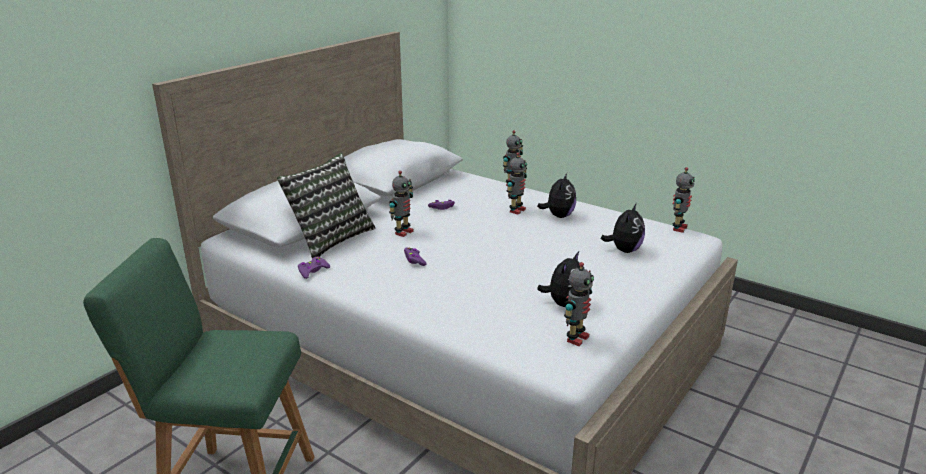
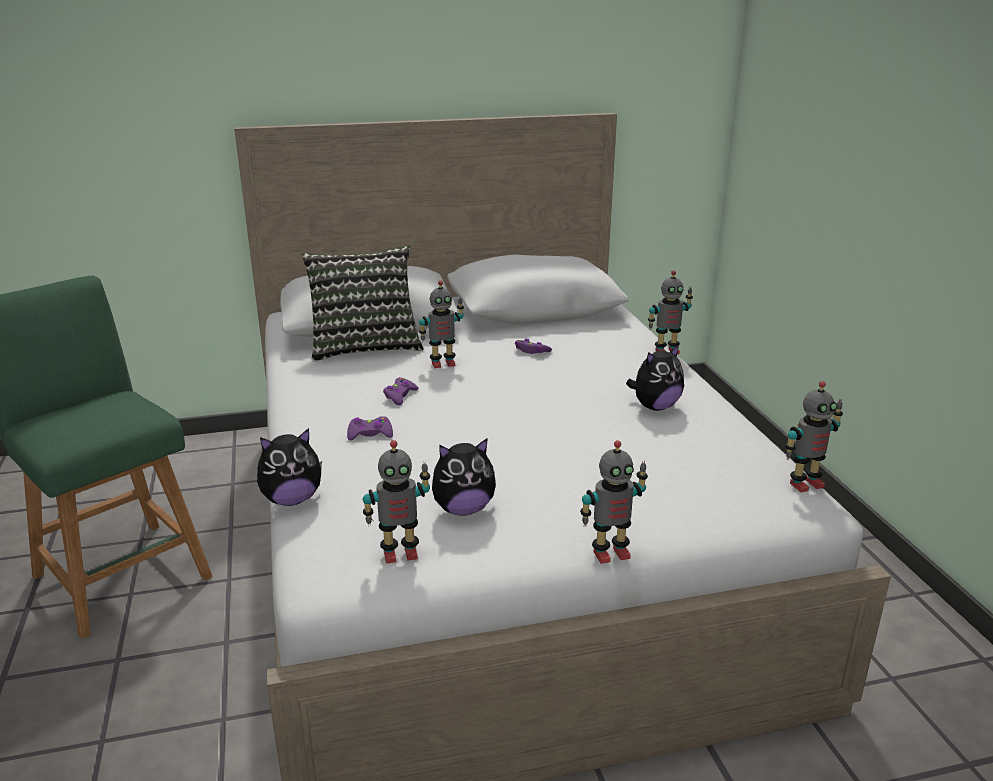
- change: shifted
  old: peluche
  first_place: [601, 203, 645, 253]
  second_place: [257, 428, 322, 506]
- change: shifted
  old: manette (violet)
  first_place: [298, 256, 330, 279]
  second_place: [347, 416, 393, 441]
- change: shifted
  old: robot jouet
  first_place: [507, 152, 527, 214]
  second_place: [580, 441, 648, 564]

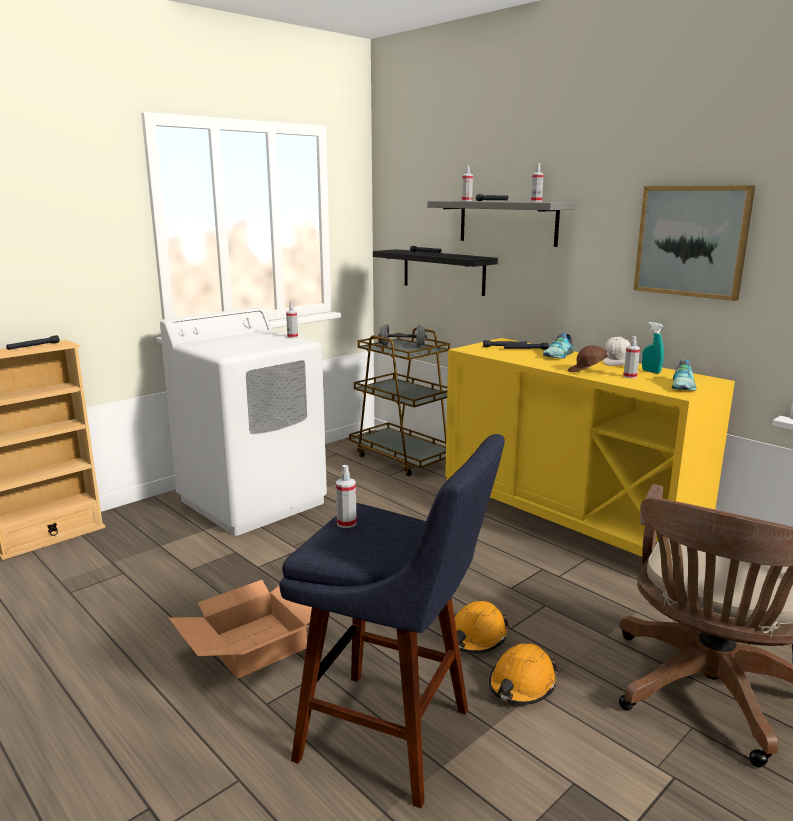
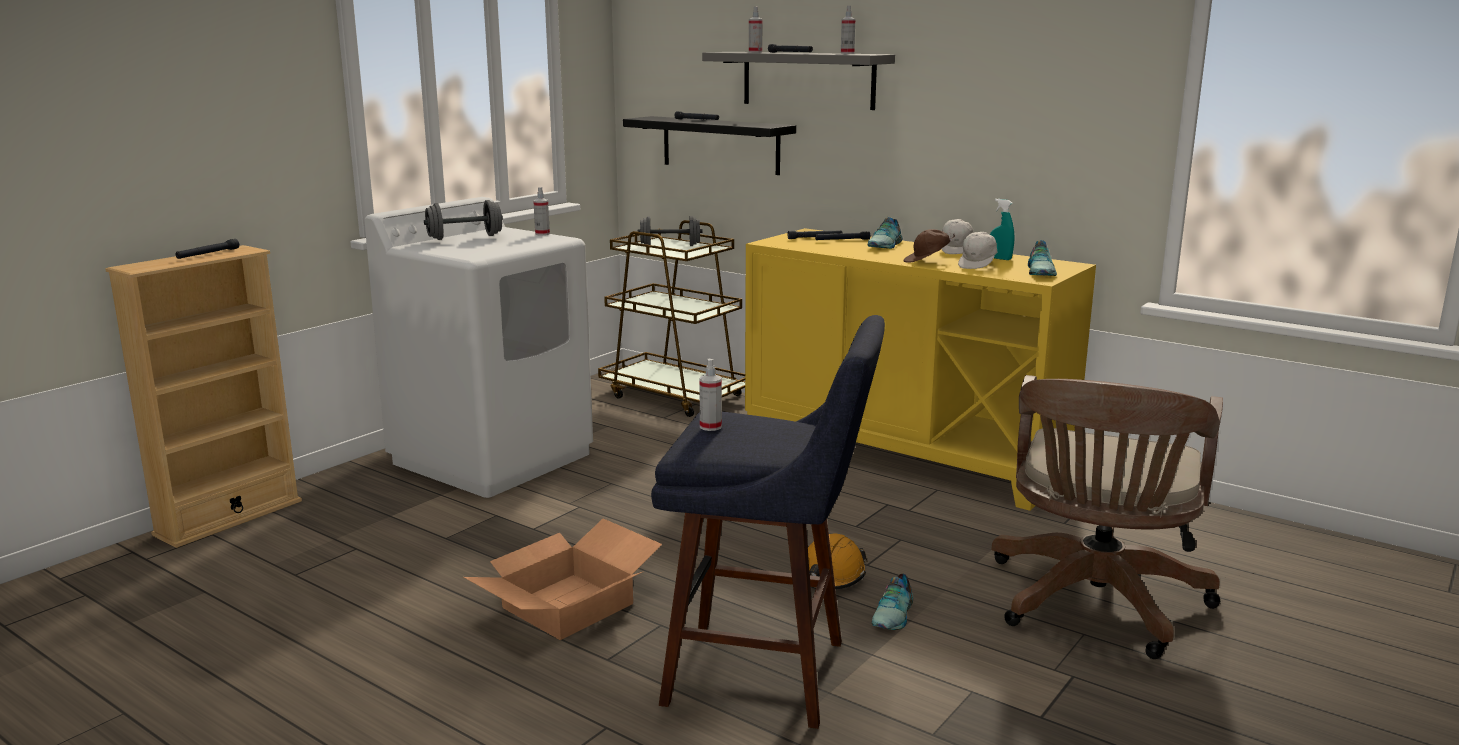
- change: new
  new: haltère (gris)
  second_place: [424, 200, 503, 240]
- change: swapped
  old: casque de chantier (orange)
  new: chaussure
  first_place: [489, 643, 558, 705]
  second_place: [872, 573, 914, 630]
- change: swapped
  old: vaporisateur
  new: casquette (blanc)
  first_place: [623, 336, 640, 379]
  second_place: [958, 232, 998, 269]
- change: gone
  old: tableau
  first_place: [633, 186, 755, 301]

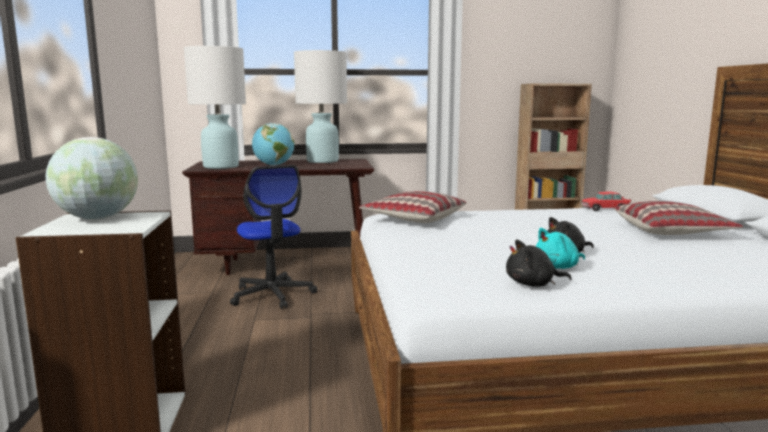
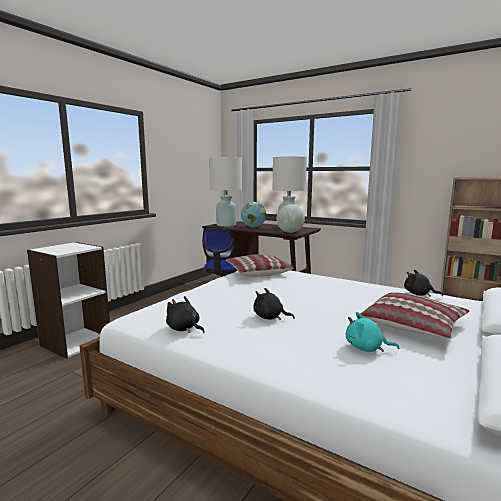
- change: shifted
  old: globe
  first_place: [46, 137, 138, 219]
  second_place: [276, 204, 305, 233]
- change: shifted
  old: peluche (turquoise)
  first_place: [536, 228, 585, 269]
  second_place: [346, 312, 399, 352]
- change: swapped
  old: petite voiture
  new: peluche (noir)
  first_place: [582, 191, 631, 211]
  second_place: [404, 270, 443, 297]

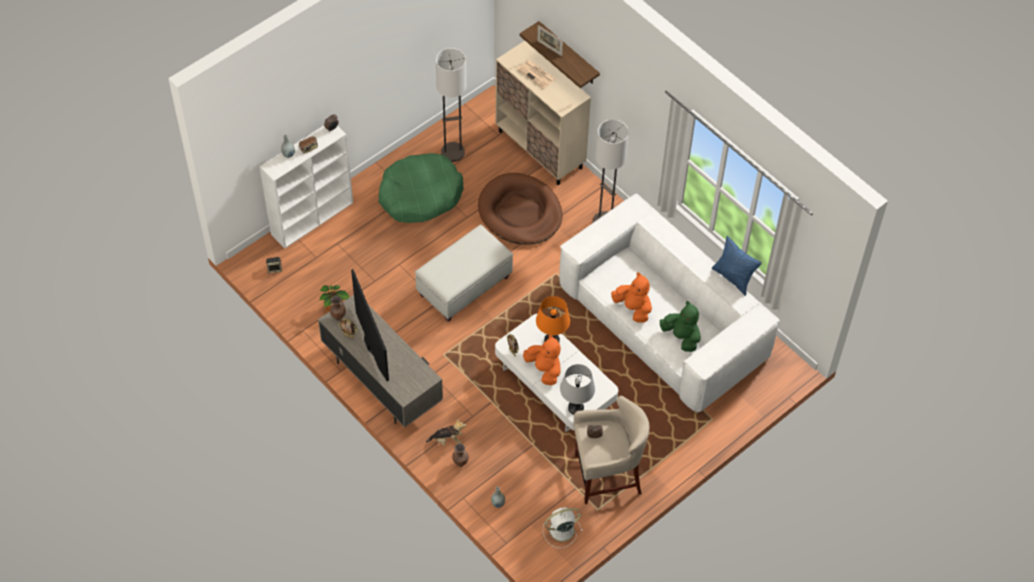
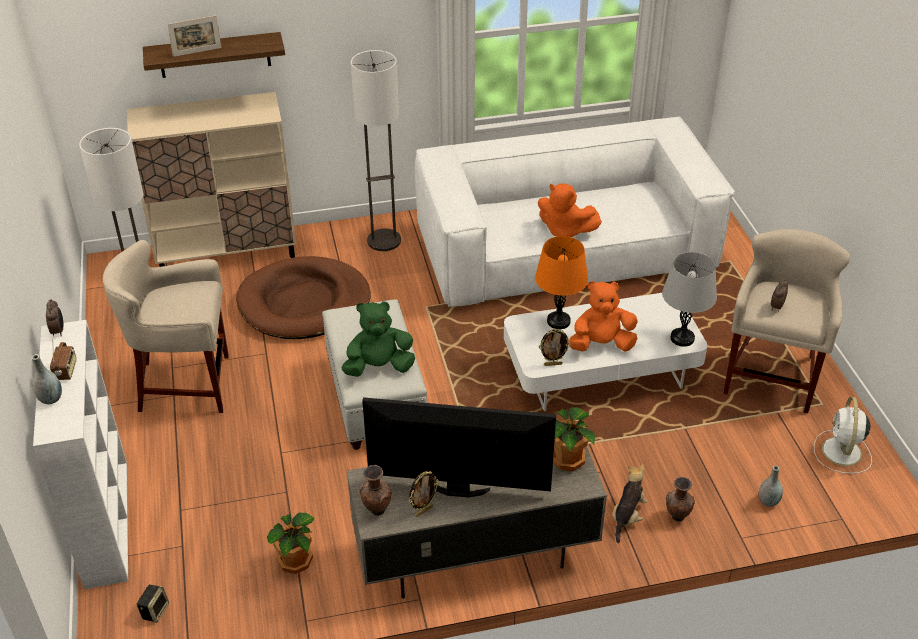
- change: swapped
  old: panier pour chien (vert)
  new: tabouret (beige)
  first_place: [379, 153, 464, 223]
  second_place: [103, 240, 229, 413]
- change: shifted
  old: peluche (vert)
  first_place: [660, 301, 701, 352]
  second_place: [341, 301, 415, 377]
- change: rotated
  old: peluche (orange)
  first_place: [611, 272, 652, 323]
  second_place: [538, 184, 602, 237]
  degrees: -135
- change: new
  new: plante en pot
  second_place: [553, 407, 595, 471]
- change: gone
  old: journal
  first_place: [517, 60, 556, 89]
- change: gone
  old: coussin (bleu)
  first_place: [712, 236, 762, 296]

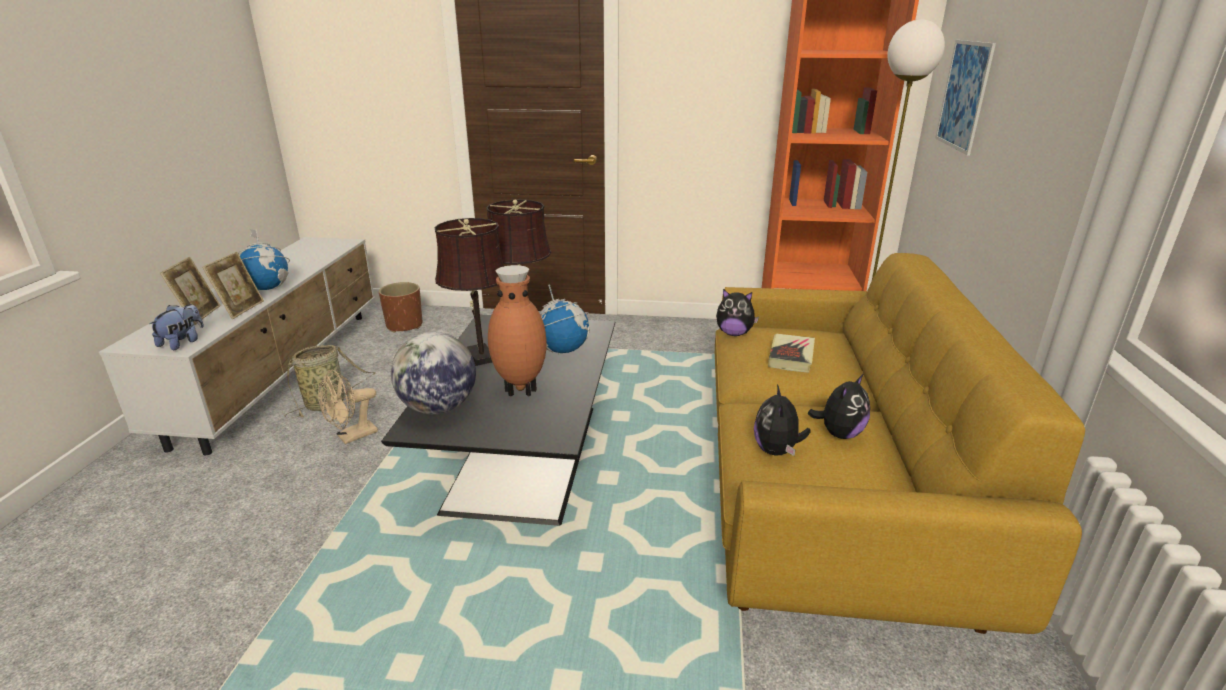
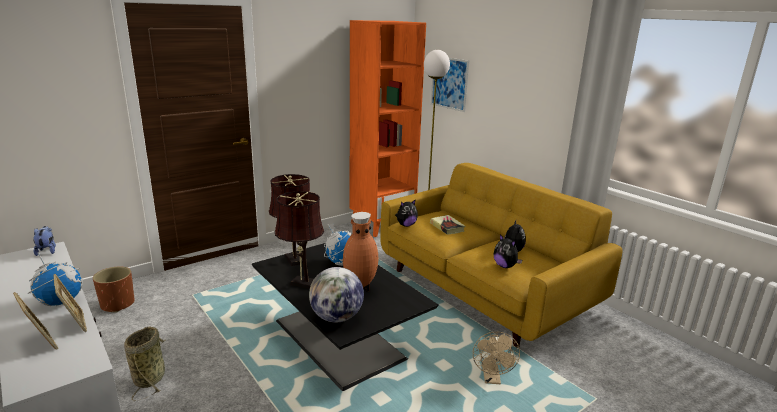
- change: shifted
  old: peluche
  first_place: [149, 304, 204, 350]
  second_place: [33, 226, 56, 256]
- change: shifted
  old: ventilateur (beige)
  first_place: [318, 370, 378, 444]
  second_place: [473, 332, 520, 384]

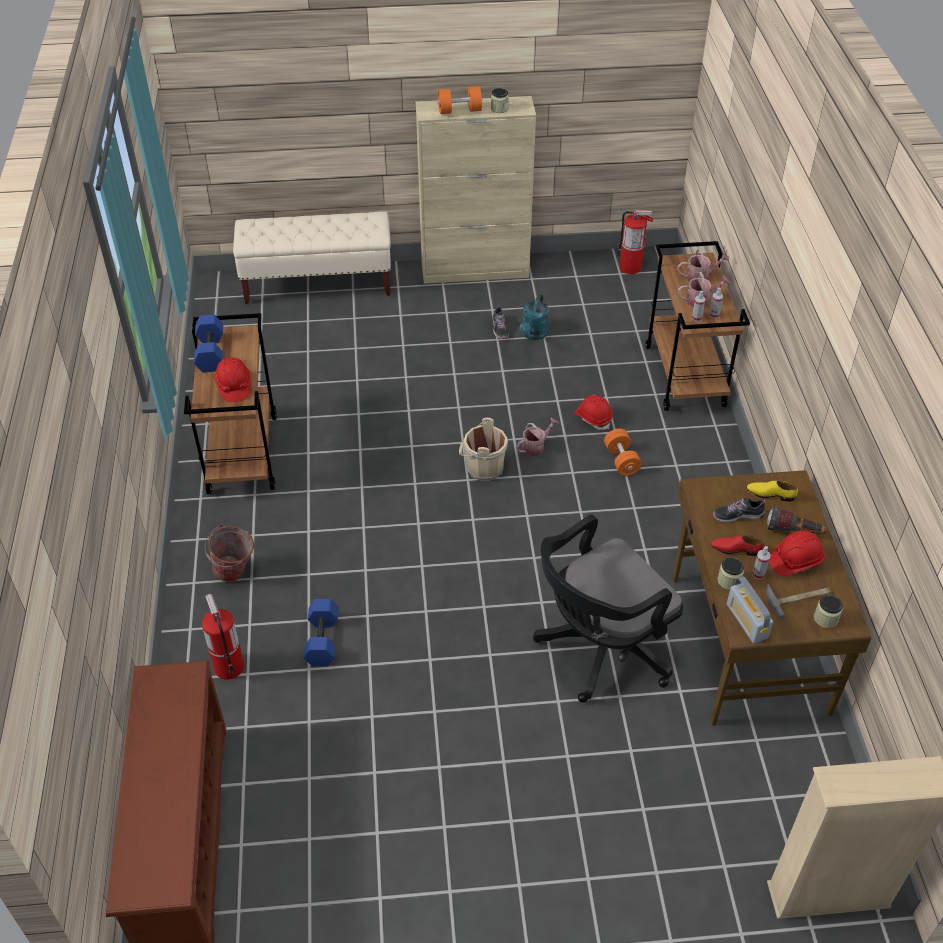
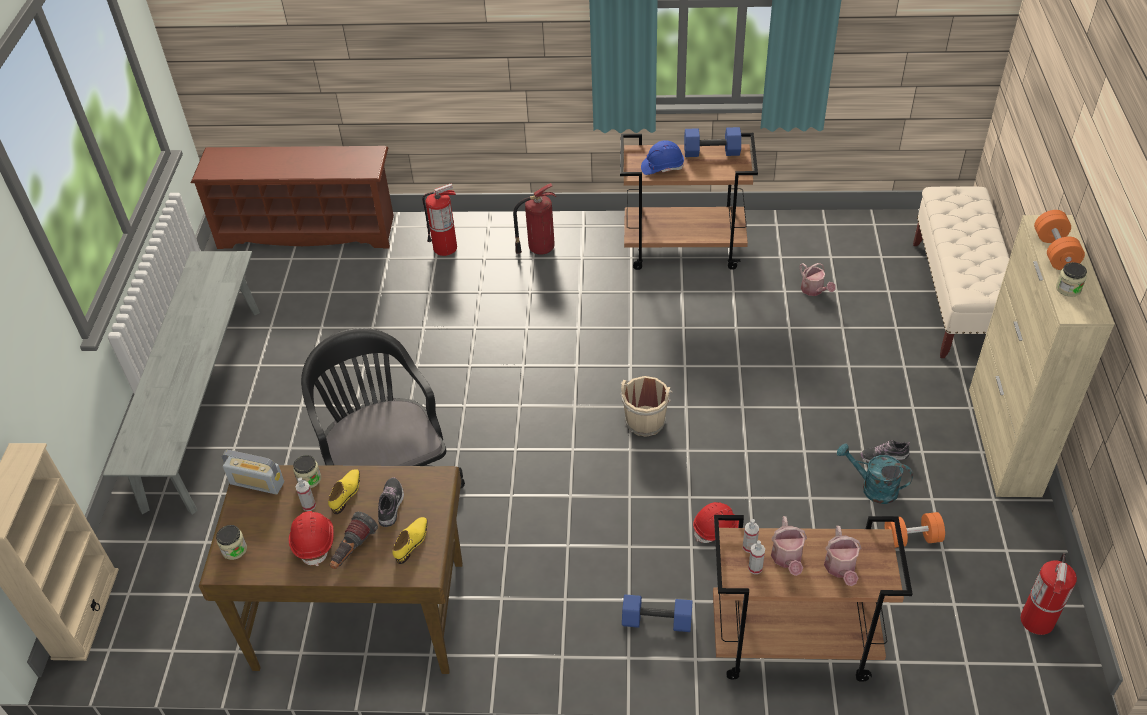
- change: new
  new: banc (gris)
  second_place: [103, 251, 260, 515]
- change: rotated
  old: radio
  first_place: [727, 576, 773, 644]
  second_place: [222, 450, 284, 495]
  degrees: -150
- change: repainted
  old: chaussure (rouge)
  new: chaussure (jaune)
  first_place: [711, 535, 764, 556]
  second_place: [328, 469, 360, 514]
- change: swapped
  old: seau
  new: extincteur
  first_place: [205, 524, 254, 582]
  second_place: [513, 183, 556, 255]
- change: shifted
  old: haltère (bleu)
  first_place: [304, 599, 339, 666]
  second_place: [622, 594, 693, 632]
- change: repainted
  old: casque de chantier (rouge)
  new: casque de chantier (bleu)
  first_place: [214, 357, 251, 402]
  second_place: [641, 140, 684, 175]
- change: shifted
  old: arrosoir
  first_place: [516, 418, 558, 457]
  second_place: [800, 263, 836, 296]
- change: shifted
  old: haltère (orange)
  first_place: [604, 429, 642, 476]
  second_place: [885, 512, 945, 548]
- change: gone
  old: marteau
  first_place: [766, 585, 831, 619]

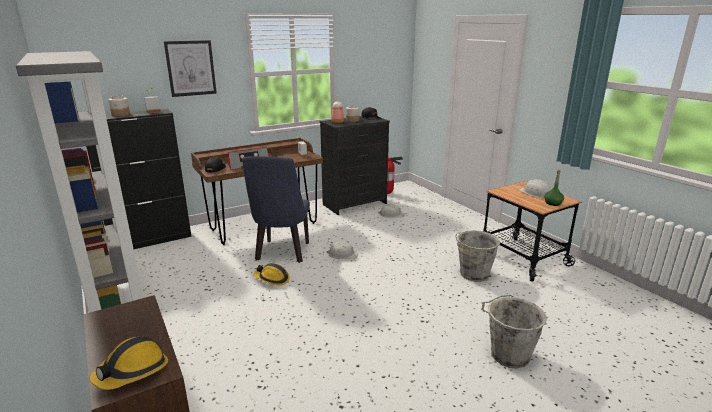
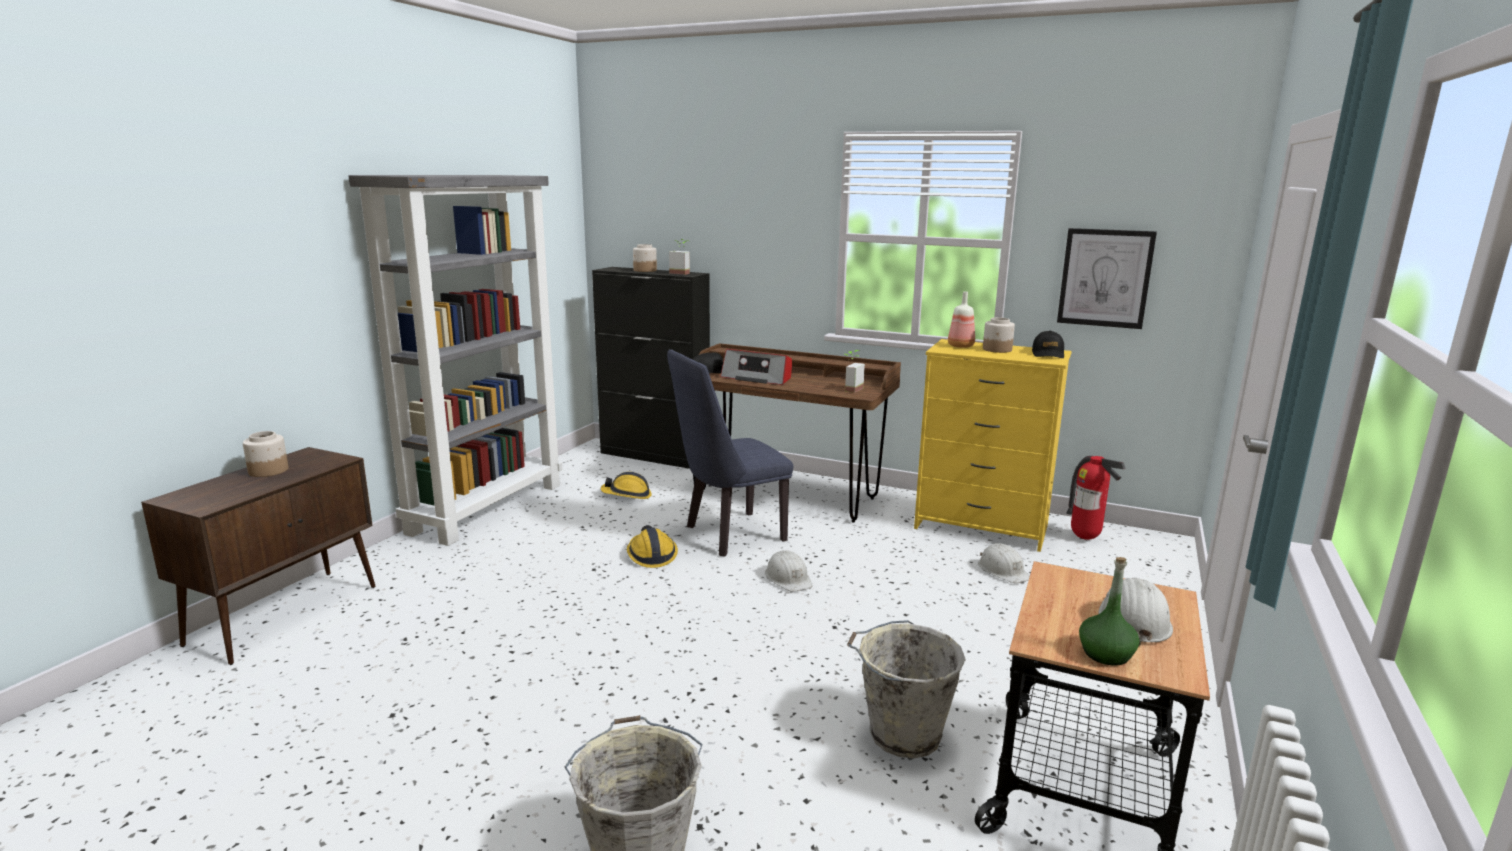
- change: new
  new: bocal
  second_place: [243, 431, 288, 477]
- change: shifted
  old: casque de chantier
  first_place: [90, 337, 168, 390]
  second_place: [601, 472, 652, 499]
- change: repainted
  old: commode (noir)
  new: commode (jaune)
  first_place: [320, 116, 390, 215]
  second_place: [914, 339, 1072, 552]
- change: shifted
  old: tableau
  first_place: [164, 40, 217, 97]
  second_place: [1057, 228, 1157, 329]

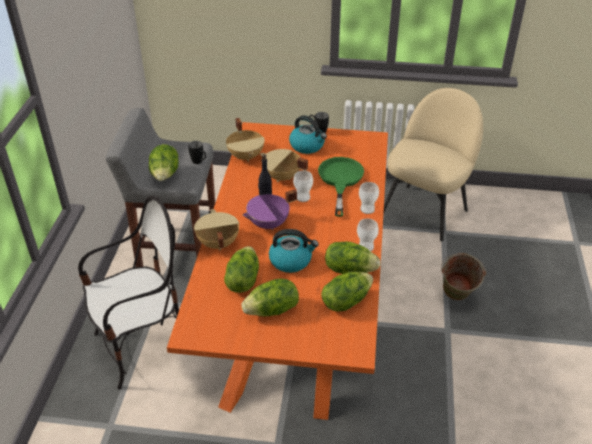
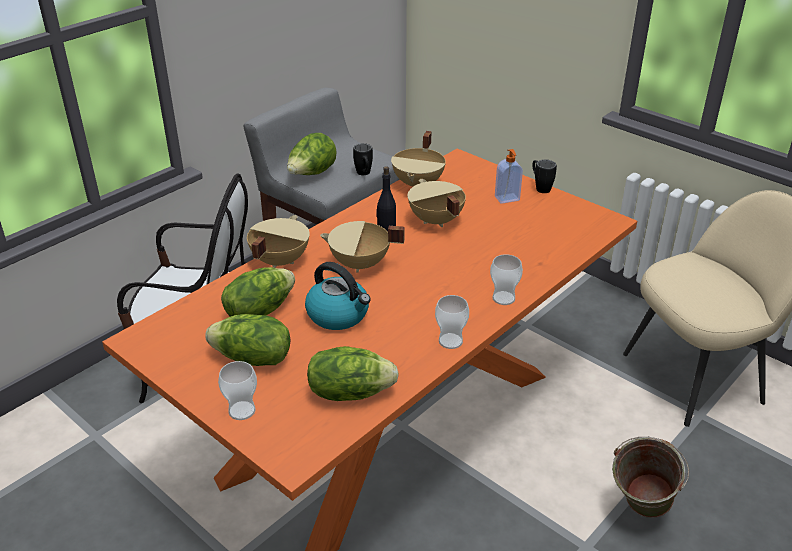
- change: shifted
  old: tasse
  first_place: [293, 170, 313, 202]
  second_place: [218, 361, 257, 420]
- change: repainted
  old: marmite (violet)
  new: marmite (beige)
  first_place: [243, 189, 297, 230]
  second_place: [320, 221, 405, 273]
- change: swapped
  old: bouilloire
  new: distributeur de savon
  first_place: [289, 115, 327, 154]
  second_place: [495, 149, 523, 204]
- change: gone
  old: poêle (vert)
  first_place: [318, 157, 364, 217]
- change: gone
  old: laitue
  first_place: [325, 242, 380, 274]

